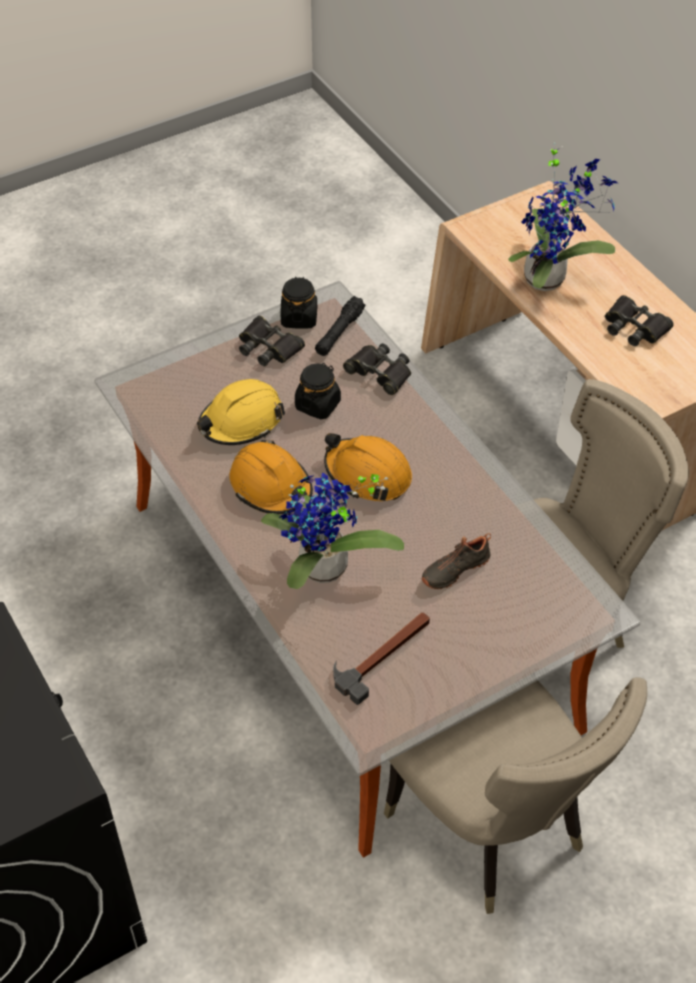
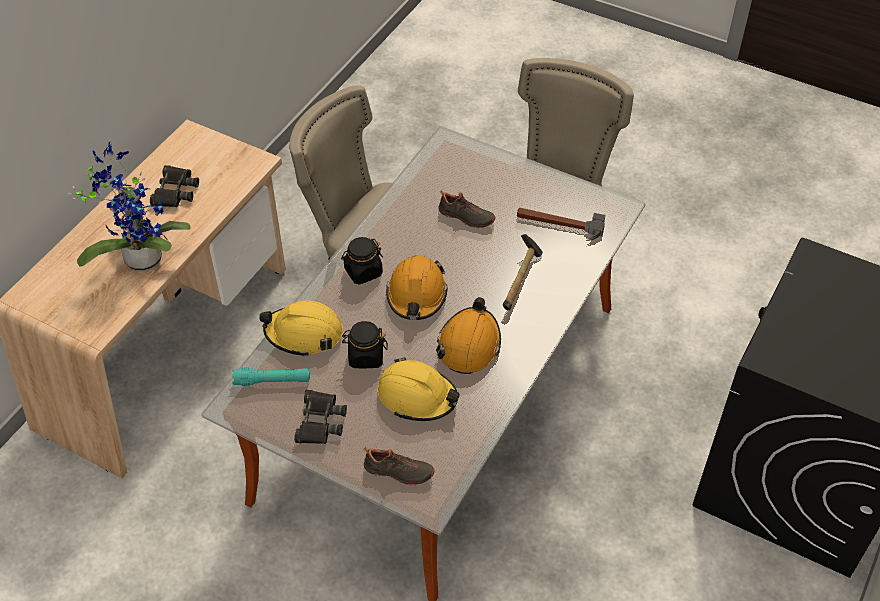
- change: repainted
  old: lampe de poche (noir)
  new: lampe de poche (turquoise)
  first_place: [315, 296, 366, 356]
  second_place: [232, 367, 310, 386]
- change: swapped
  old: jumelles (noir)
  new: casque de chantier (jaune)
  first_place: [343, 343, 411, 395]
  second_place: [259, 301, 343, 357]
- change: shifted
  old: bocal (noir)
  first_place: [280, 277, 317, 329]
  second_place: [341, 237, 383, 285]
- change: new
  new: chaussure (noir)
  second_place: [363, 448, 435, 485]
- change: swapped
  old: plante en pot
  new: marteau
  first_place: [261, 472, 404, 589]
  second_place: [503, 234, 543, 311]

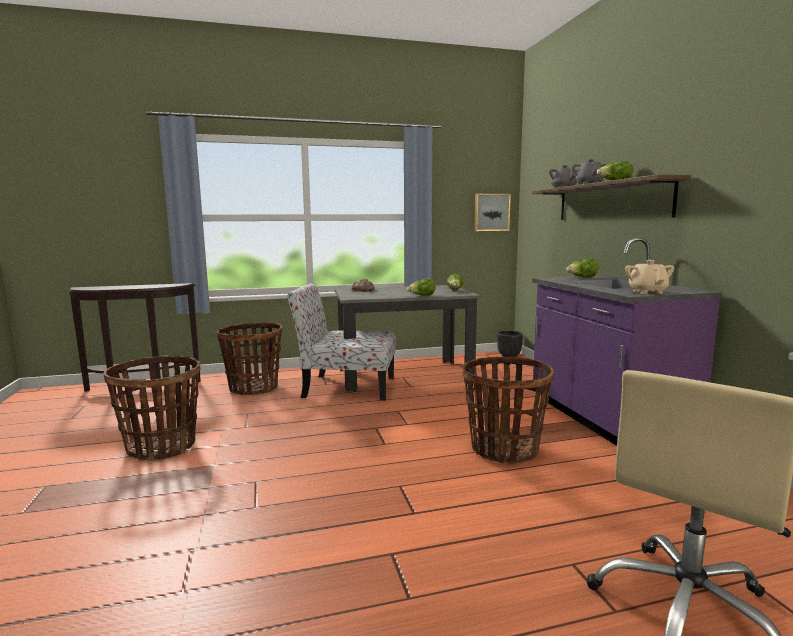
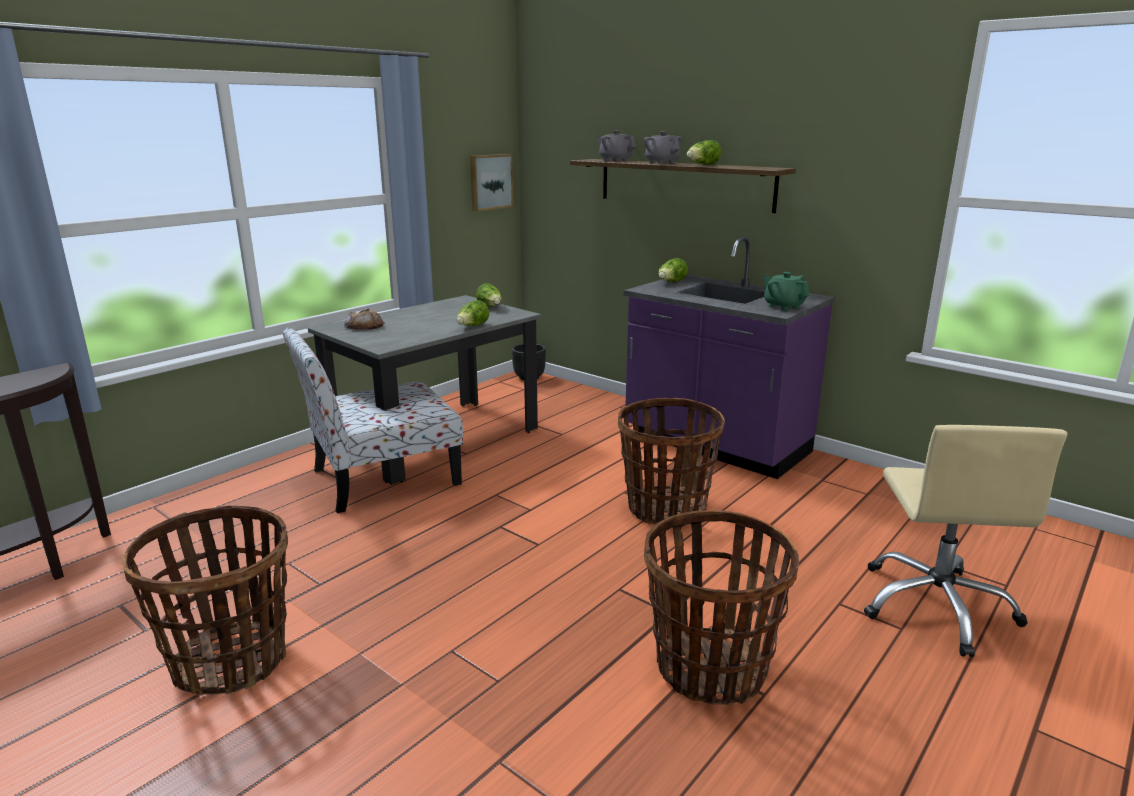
- change: shifted
  old: panier
  first_place: [216, 323, 282, 395]
  second_place: [644, 510, 799, 705]
- change: repainted
  old: théière (beige)
  new: théière (vert)
  first_place: [625, 260, 674, 294]
  second_place: [763, 272, 809, 311]

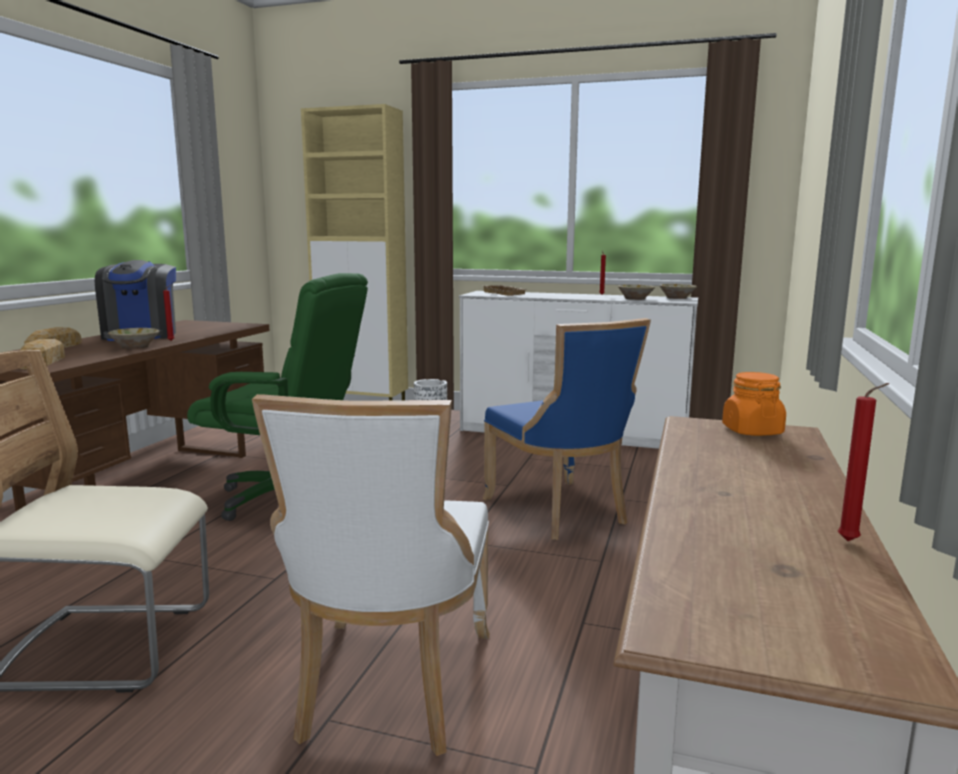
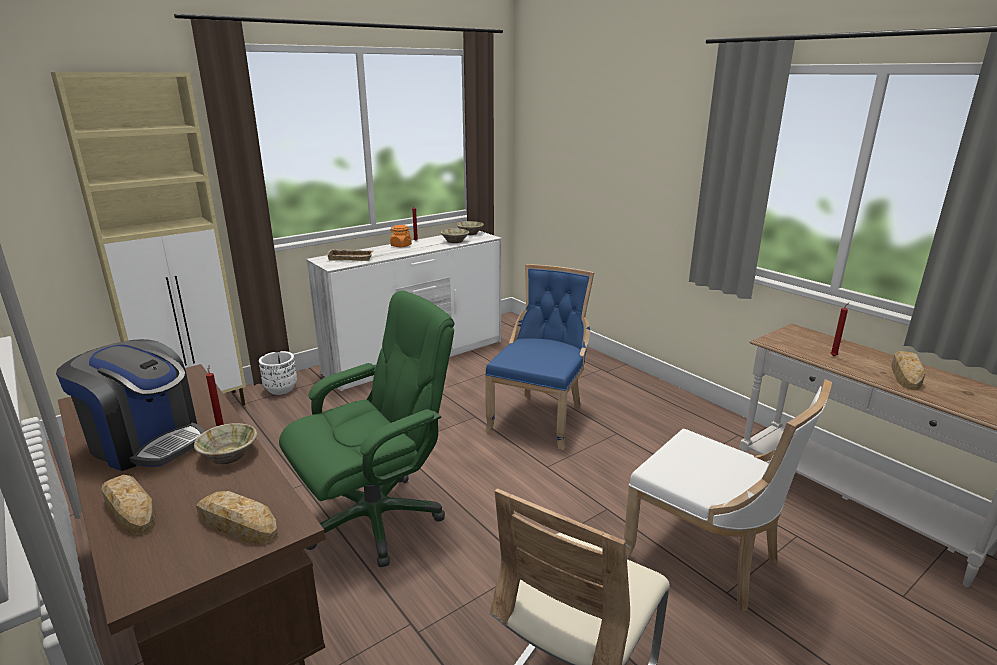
- change: shifted
  old: bocal (orange)
  first_place: [722, 372, 786, 436]
  second_place: [390, 225, 412, 247]
- change: rotated
  old: chaise (bleu)
  first_place: [482, 318, 651, 540]
  second_place: [485, 264, 594, 450]
  degrees: -75
- change: shifted
  old: bougie (rouge)
  first_place: [838, 383, 890, 541]
  second_place: [831, 302, 850, 356]
- change: new
  new: pain
  second_place: [891, 351, 926, 390]

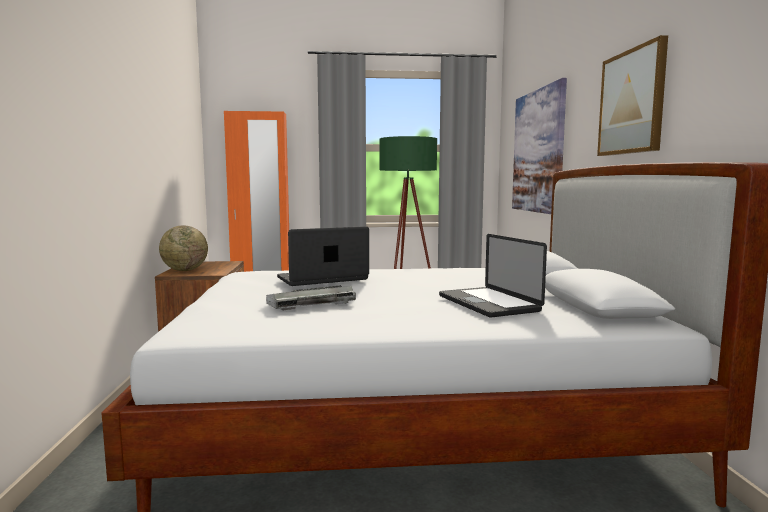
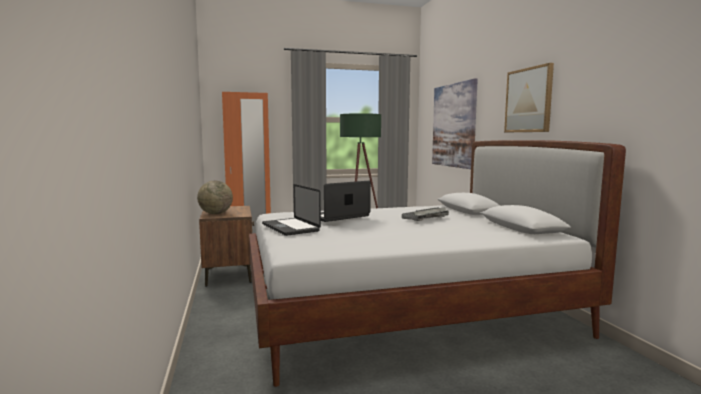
- change: shifted
  old: ordinateur portable
  first_place: [439, 234, 547, 317]
  second_place: [262, 184, 321, 236]
- change: shifted
  old: clavier
  first_place: [266, 285, 356, 310]
  second_place: [402, 207, 449, 221]

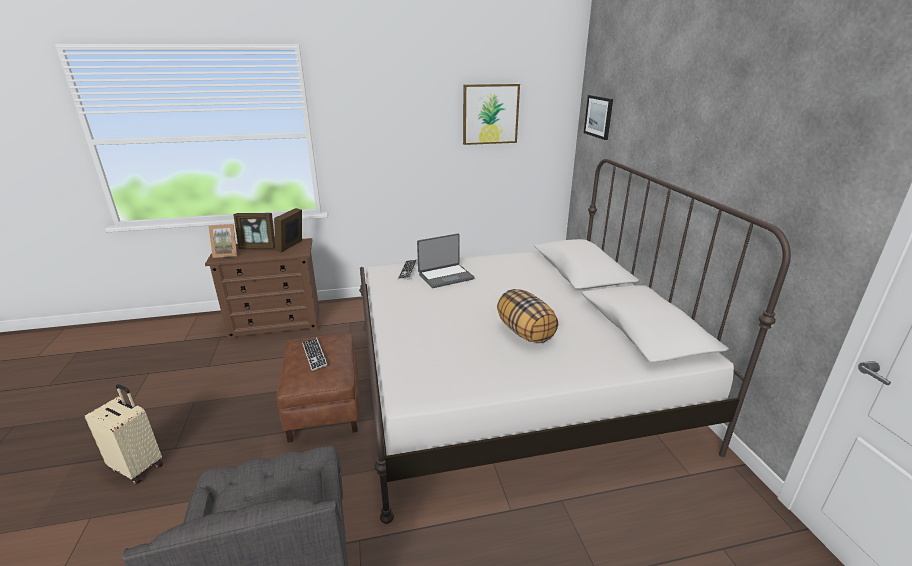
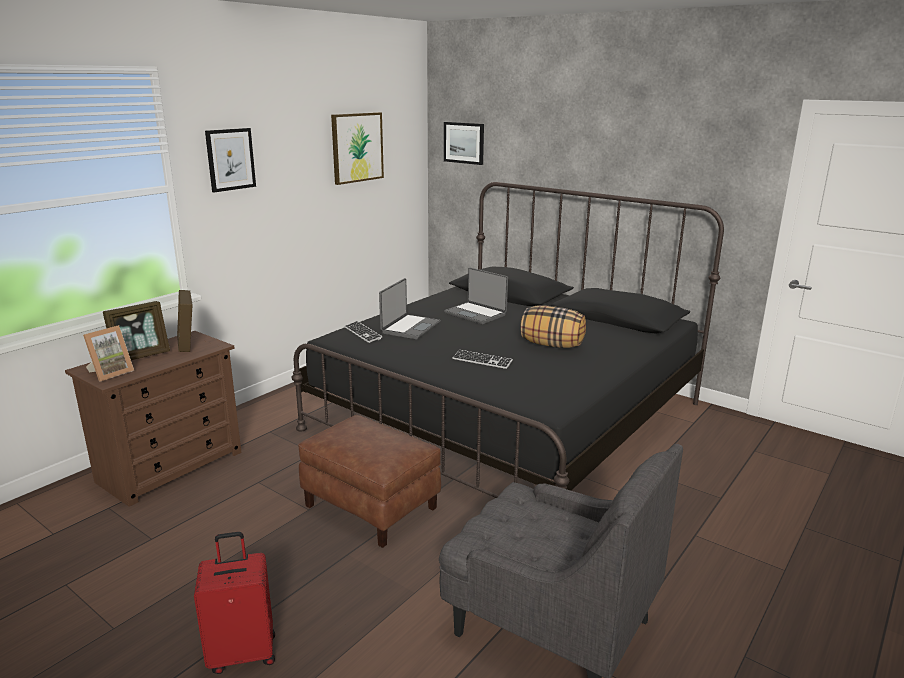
- change: repainted
  old: valise (beige)
  new: valise (rouge)
  first_place: [85, 384, 163, 484]
  second_place: [194, 532, 275, 674]
- change: new
  new: tableau
  second_place: [205, 128, 256, 192]
- change: repainted
  old: lit (blanc)
  new: lit (noir)
  first_place: [359, 158, 791, 524]
  second_place: [292, 182, 724, 498]
- change: new
  new: ordinateur portable
  second_place: [444, 268, 508, 324]
- change: shifted
  old: clavier
  first_place: [302, 337, 328, 371]
  second_place: [452, 350, 513, 369]

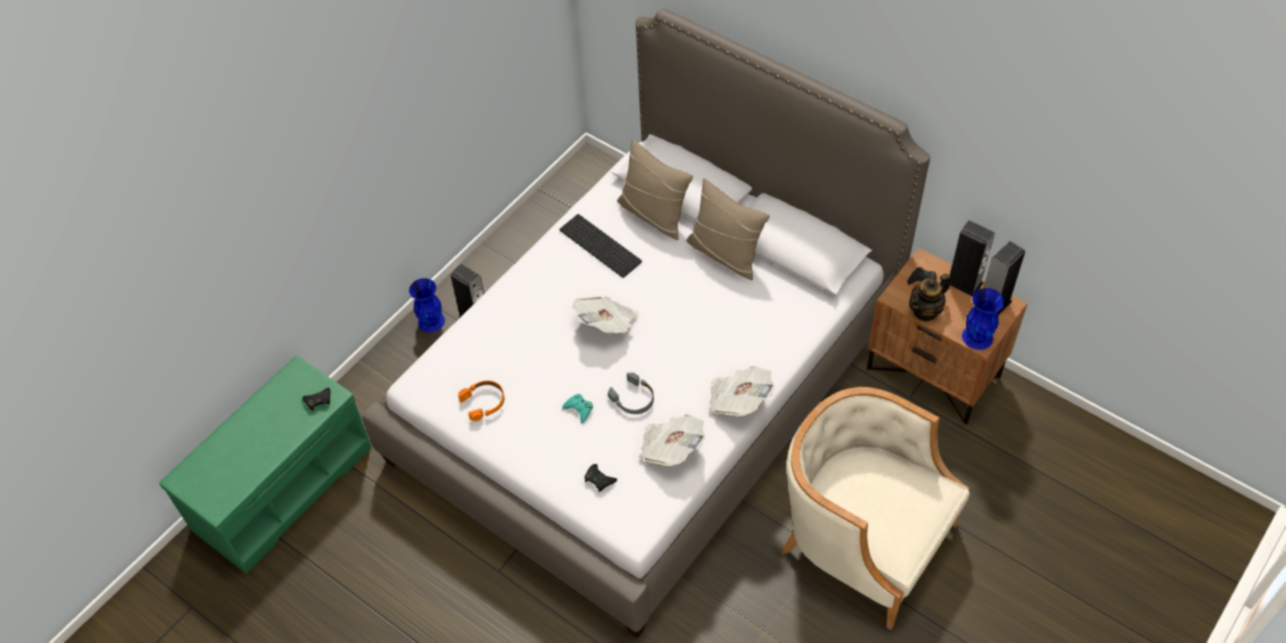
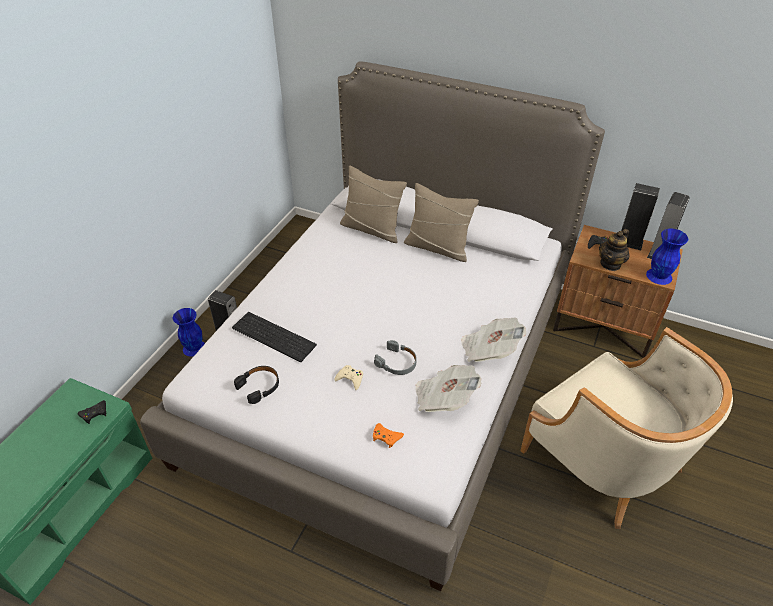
- change: shifted
  old: clavier
  first_place: [559, 214, 642, 278]
  second_place: [232, 312, 317, 362]
- change: repainted
  old: casque audio (orange)
  new: casque audio (noir)
  first_place: [458, 380, 505, 421]
  second_place: [234, 366, 279, 404]
- change: repainted
  old: manette (turquoise)
  new: manette (beige)
  first_place: [562, 394, 593, 423]
  second_place: [334, 365, 363, 390]
- change: repainted
  old: manette (noir)
  new: manette (orange)
  first_place: [584, 464, 617, 492]
  second_place: [373, 423, 404, 448]
- change: rotated
  old: fauteuil (beige)
  first_place: [781, 387, 970, 630]
  second_place: [520, 327, 733, 529]
  degrees: -150
- change: gone
  old: journal
  first_place: [572, 296, 639, 333]

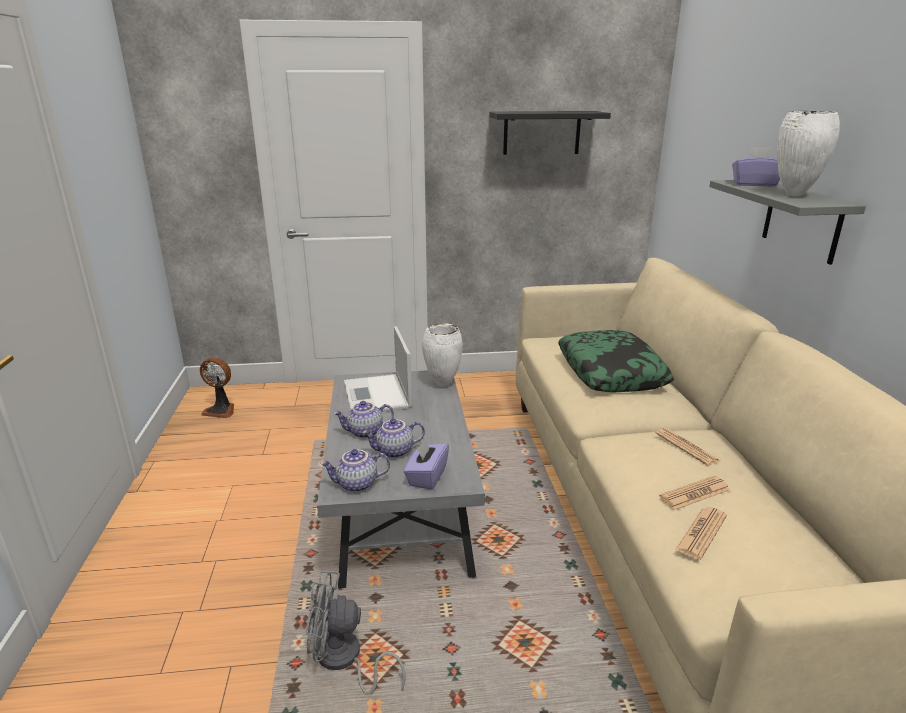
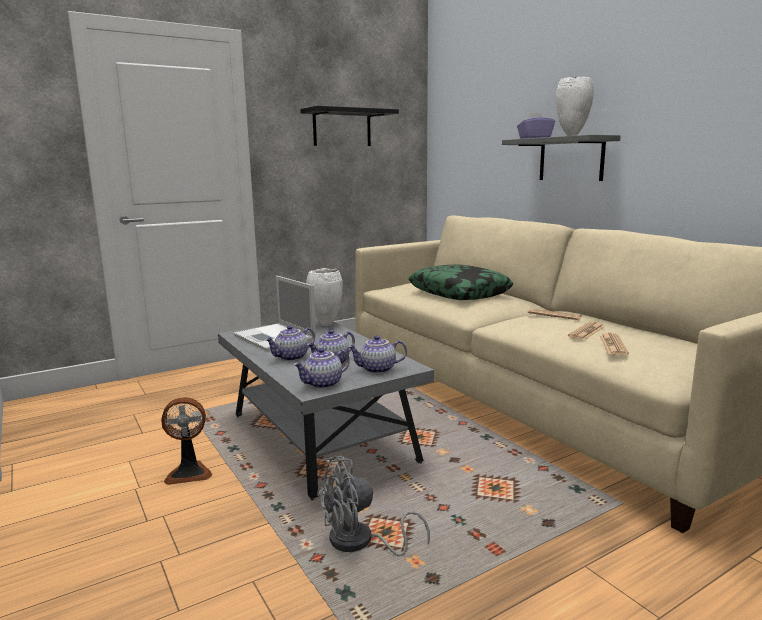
- change: shifted
  old: ventilateur
  first_place: [200, 357, 234, 418]
  second_place: [161, 397, 212, 485]
- change: swapped
  old: boîte à mouchoirs (violet)
  new: théière
  first_place: [404, 438, 449, 490]
  second_place: [348, 335, 407, 374]

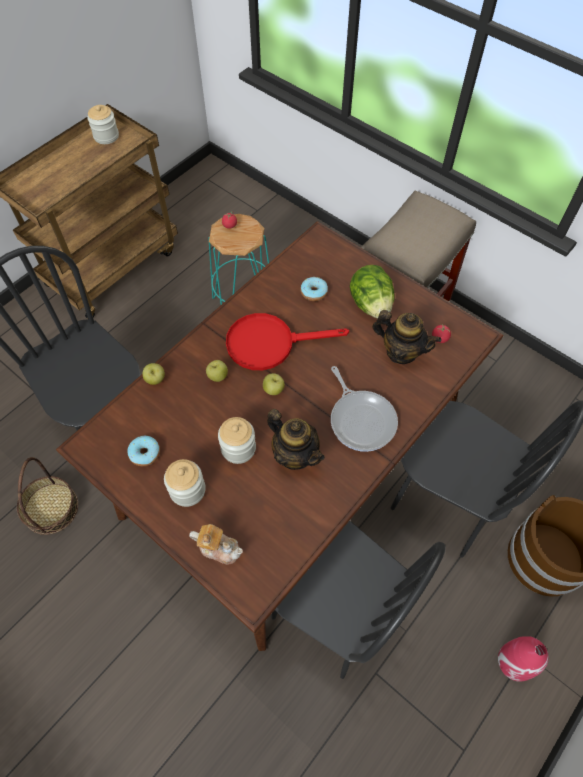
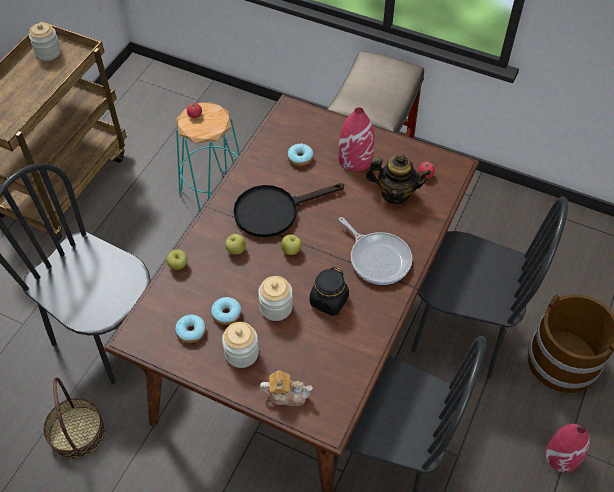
- change: new
  new: beignet
  second_place: [211, 297, 241, 325]
- change: repainted
  old: poêle (rouge)
  new: poêle (noir)
  first_place: [226, 313, 349, 370]
  second_place: [233, 183, 344, 237]
- change: swapped
  old: théière
  new: bocal (noir)
  first_place: [267, 409, 325, 470]
  second_place: [310, 267, 349, 316]
- change: swapped
  old: laitue
  new: vase (rouge)
  first_place: [350, 265, 395, 319]
  second_place: [338, 107, 375, 171]

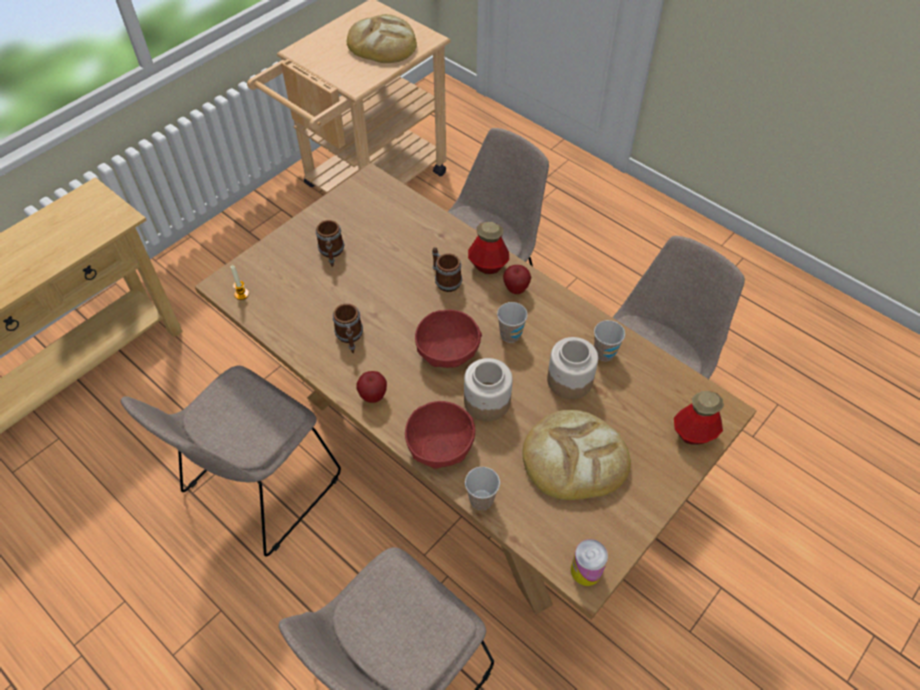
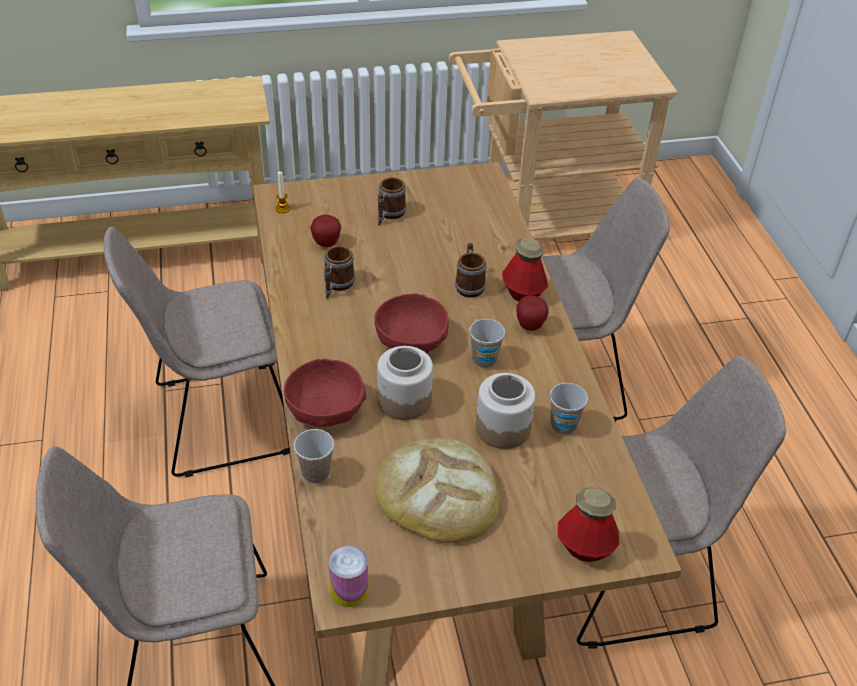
- change: shifted
  old: pomme
  first_place: [357, 371, 387, 403]
  second_place: [310, 214, 341, 247]
- change: gone
  old: pain
  first_place: [347, 14, 417, 63]

